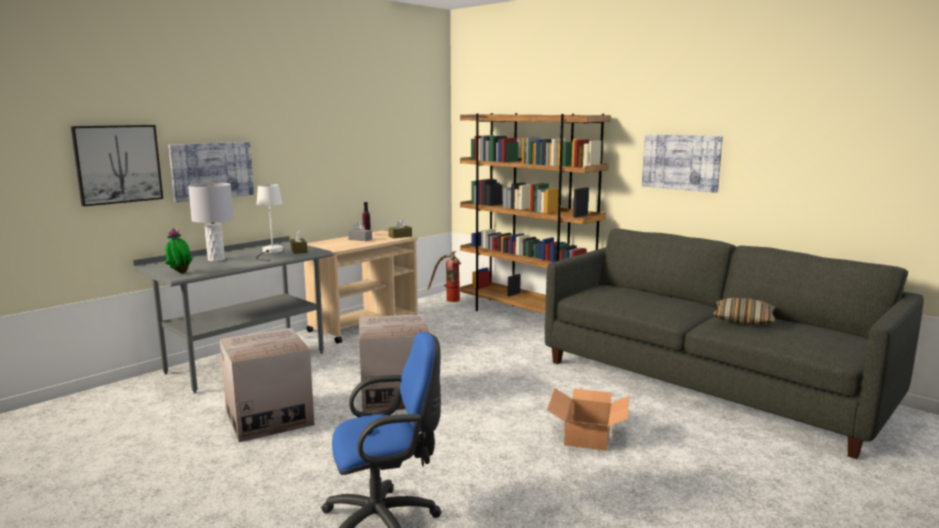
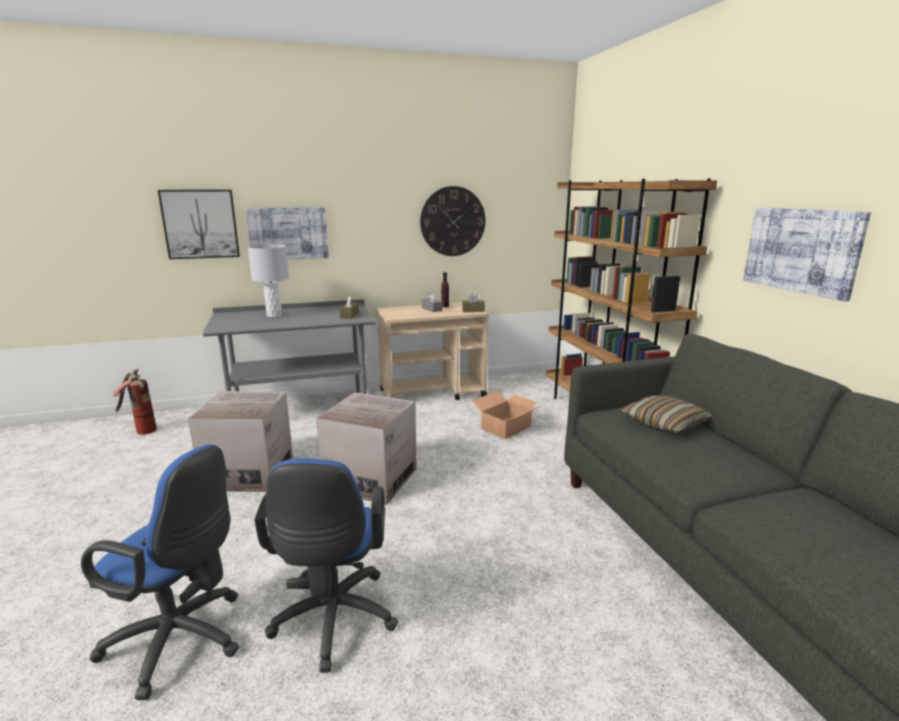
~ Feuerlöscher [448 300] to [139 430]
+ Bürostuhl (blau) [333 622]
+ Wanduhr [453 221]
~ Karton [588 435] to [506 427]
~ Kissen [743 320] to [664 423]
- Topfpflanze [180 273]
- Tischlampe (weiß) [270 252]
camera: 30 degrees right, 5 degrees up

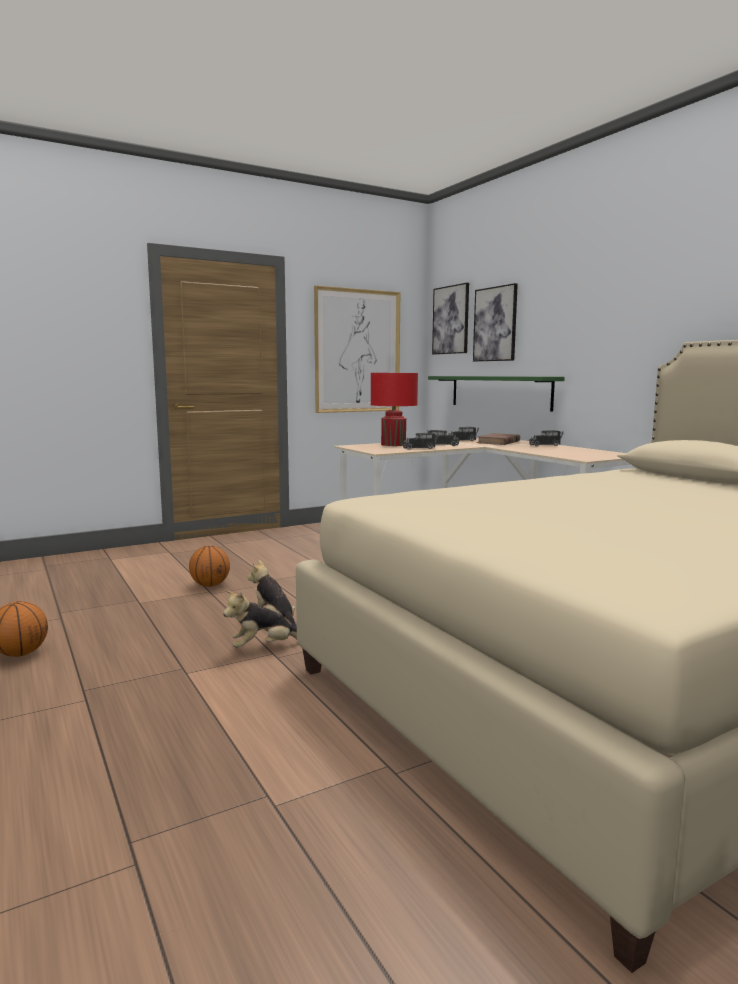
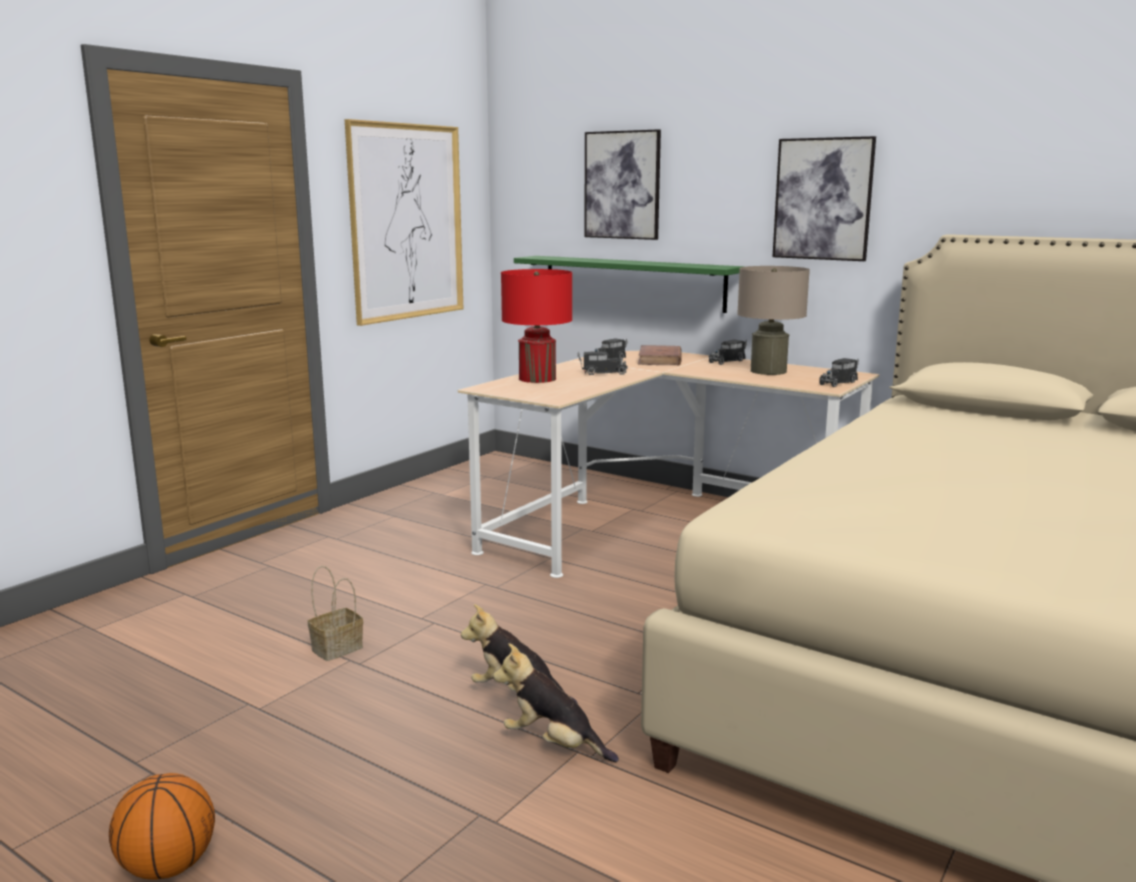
~ Basketball [210 585] to Korb [338 648]
~ Plüschtier [263 647] = [553 744] 75 degrees clockwise
+ Tischlampe (beige) [768 371]
~ Bild [451 320] to [823 199]
~ Spielzeuglaster [420 448] to [838 382]
camera: 25 degrees left, 5 degrees up

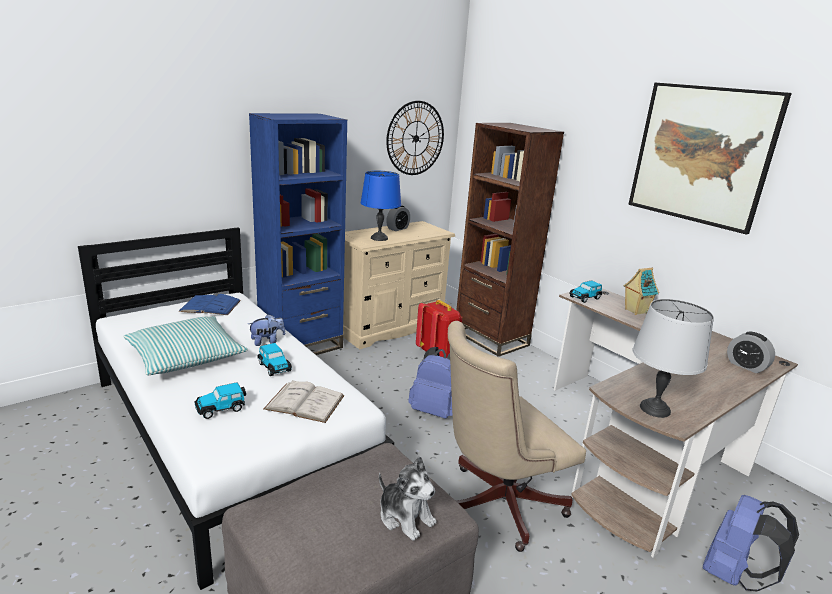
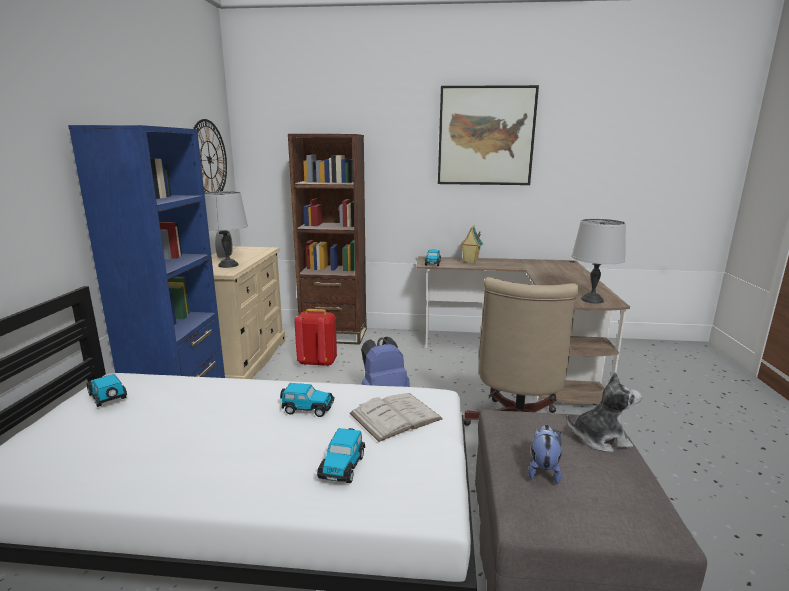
~ Buch (blau) [210 306] to Spielzeugauto [107 397]
~ Tischlampe (blau) [378 238] to Tischlampe (grau) [228 265]
~ Plüschtier [267 341] to [543 470]
- Kissen [185 356]
- Rucksack (blau) [733 575]
- Wecker [746 366]
camera: 45 degrees left, 5 degrees down

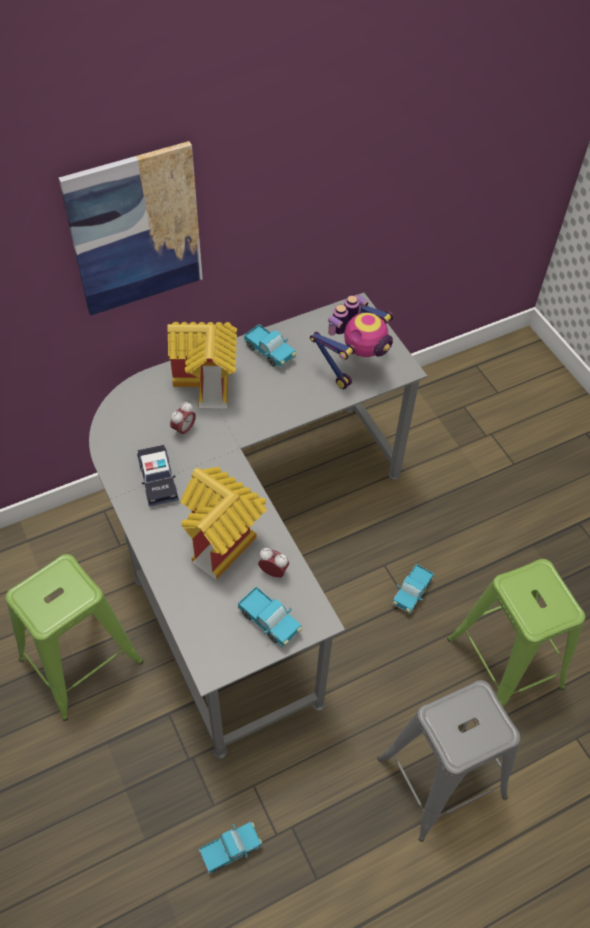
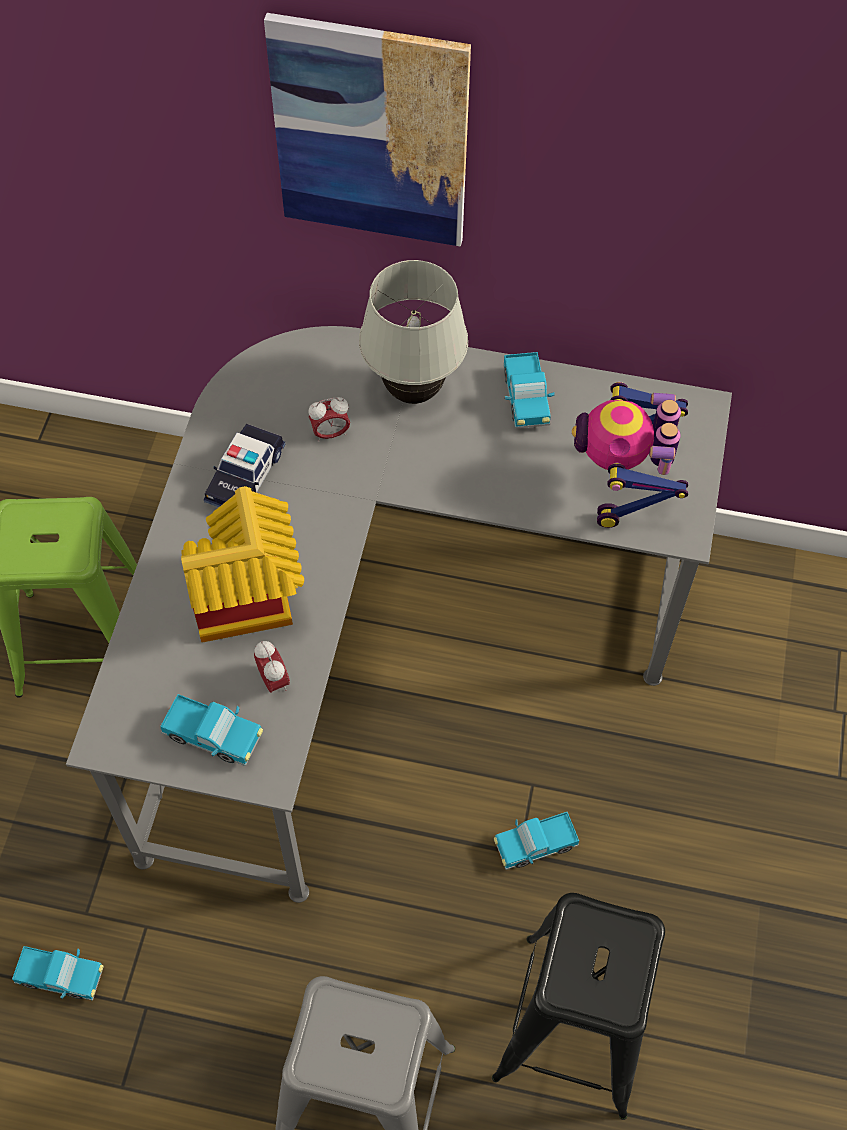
~ Spielzeuglaster [270 622] = [214 737] 60 degrees counterclockwise
~ Spielzeughaus [209 382] to Tischlampe (weiß) [414 392]
~ Hocker (grün) [504 662] to Hocker (schwarz) [576 1023]
~ Spielzeugroboter [354 363] = [624 482] 105 degrees clockwise
camera: 40 degrees right, 5 degrees up

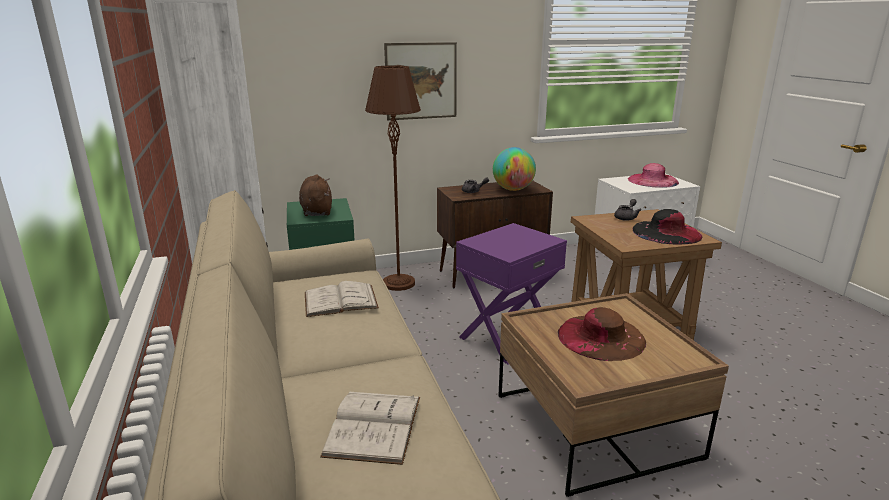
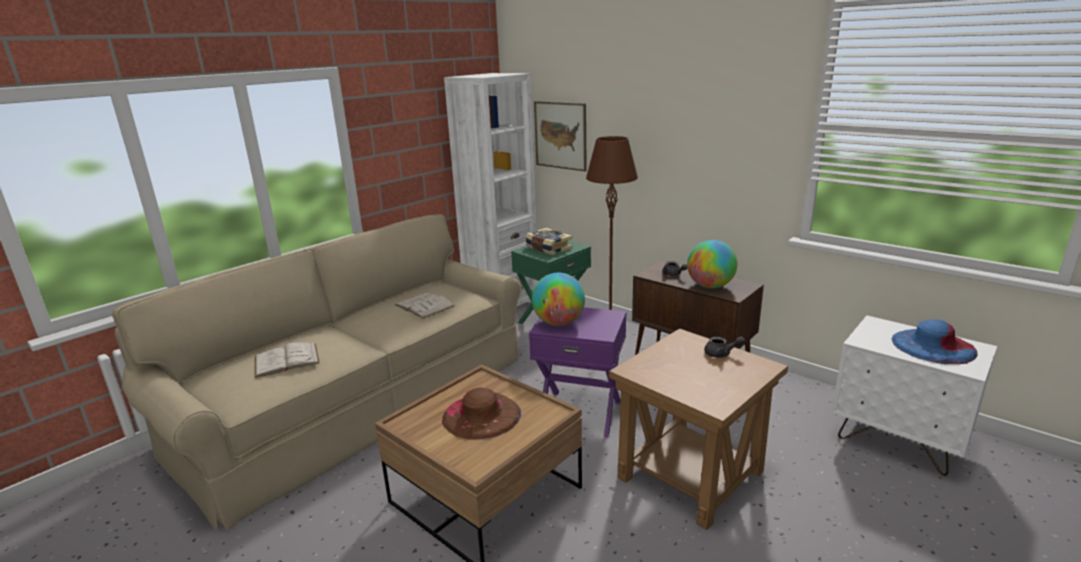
~ Plüschtier (braun) [316 211] to Buch [548 249]
+ Globus [558 323]
~ Bild [421 81] to [560 135]
~ Hut (rosa) [653 180] to Hut (blau) [933 346]
- Hut (schwarz) [666 232]
camera: 60 degrees right, 0 degrees up

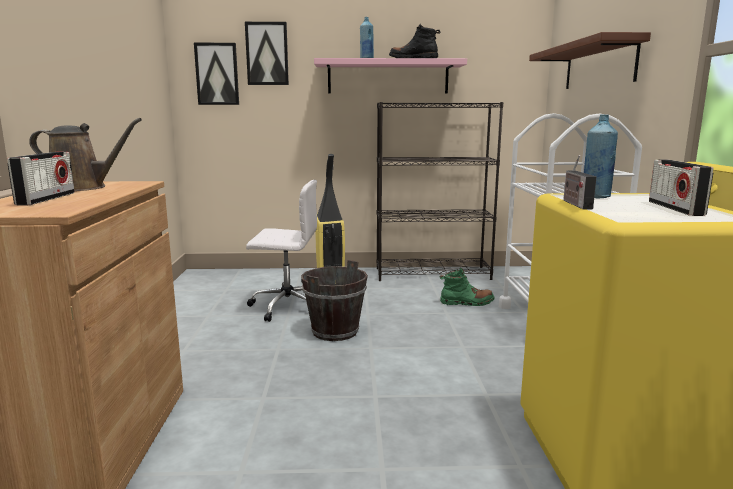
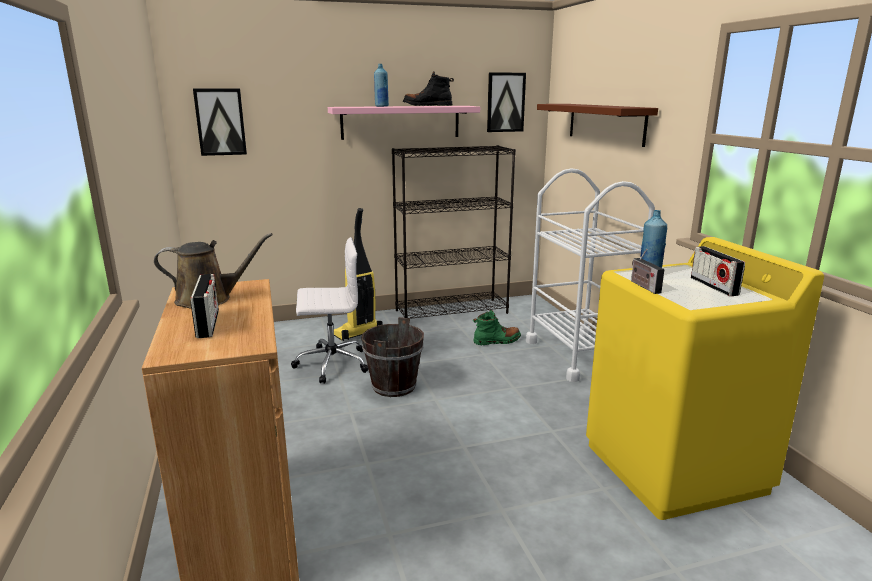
~ Bild [267 54] to [505 102]
camera: 15 degrees left, 5 degrees up

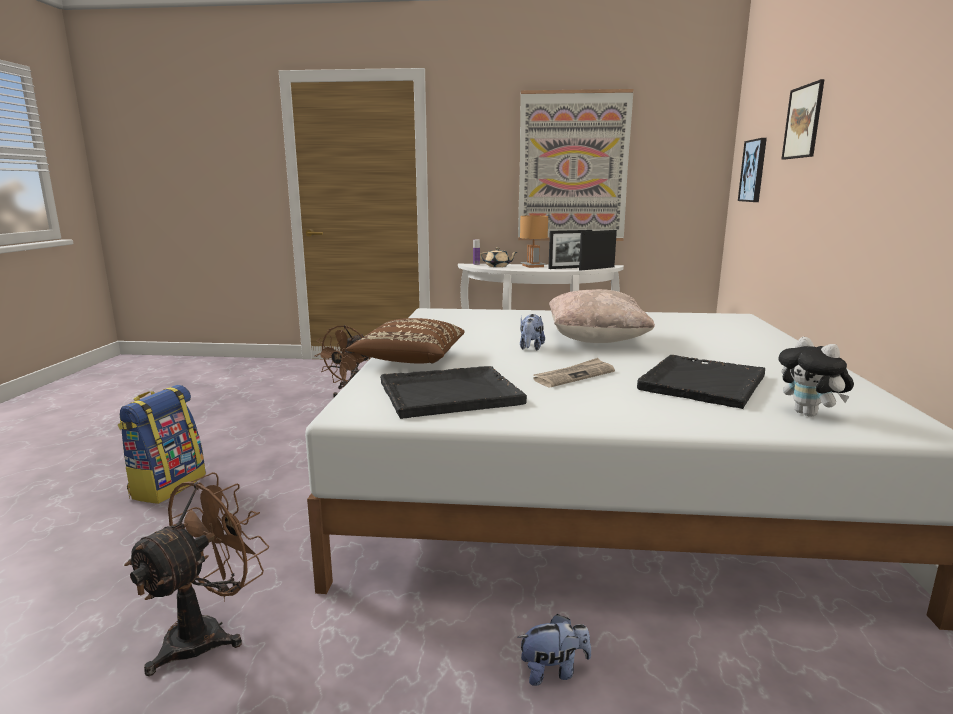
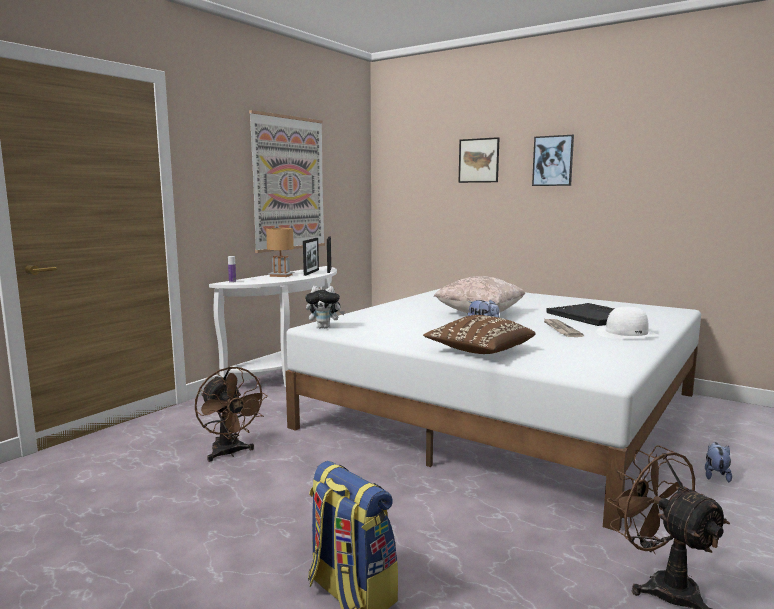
~ Plüschtier [810 414] to [325 327]
~ Bild [753 171] to [553 161]
+ Hut (weiß) [626 333]
- Tablett (schwarz) [448 394]
- Teekanne (beige) [498 266]
camera: 60 degrees left, 5 degrees down

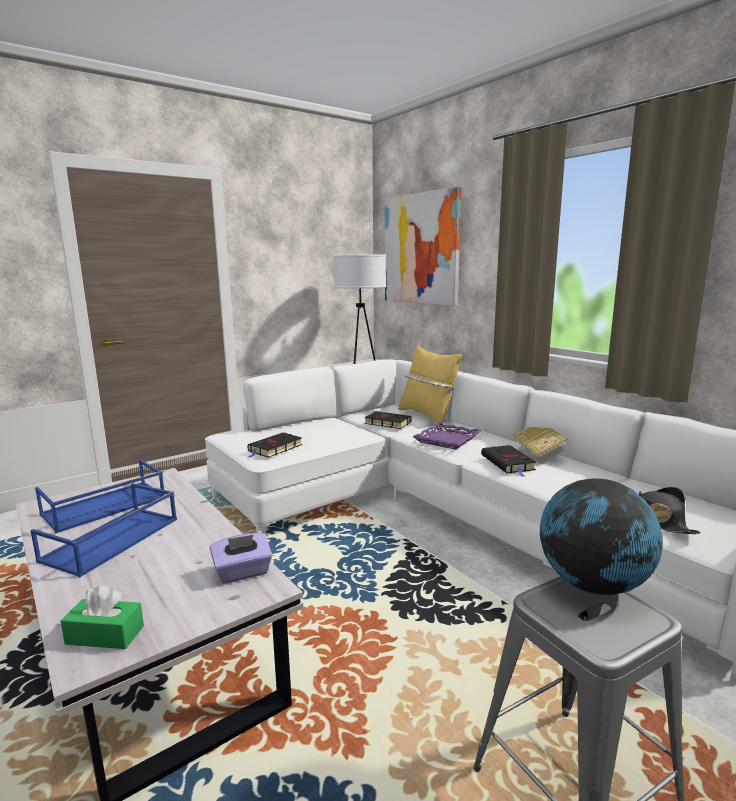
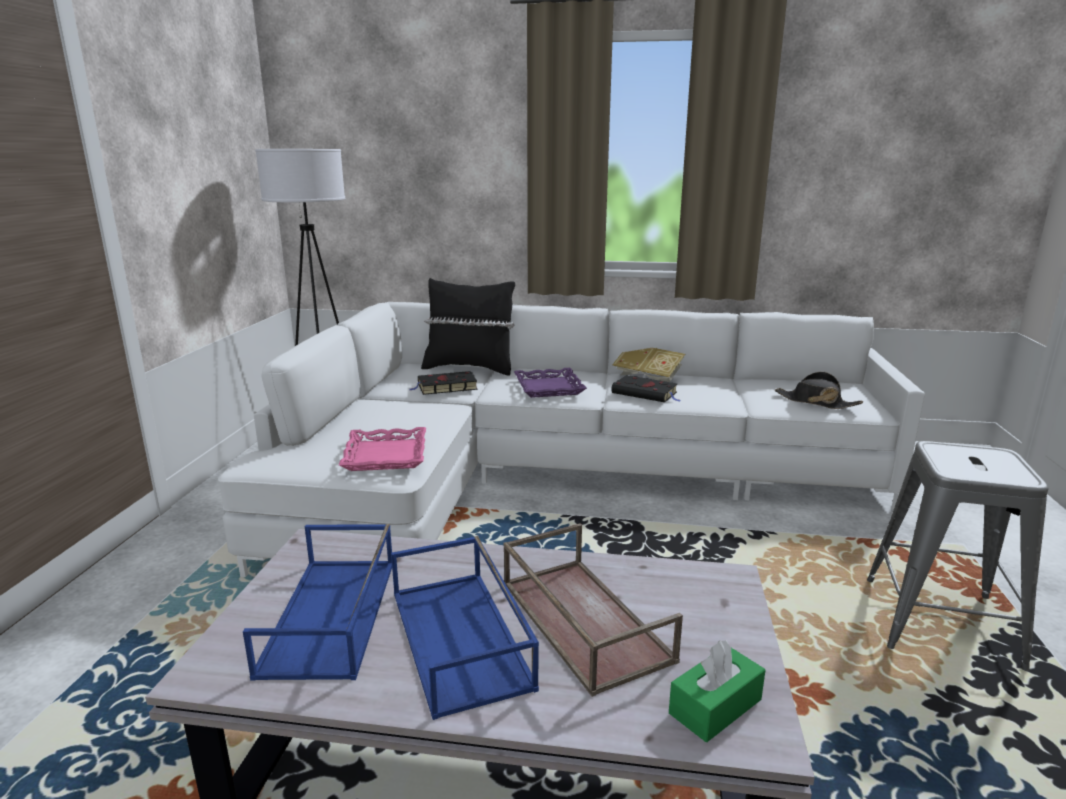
~ Buch (schwarz) [274 448] to Tablett (rosa) [386 455]
~ Kissen (gelb) [427 415] to Kissen (schwarz) [469 368]
+ Tablett (braun) [581 620]
- Taschentuchbox (lila) [243 573]
- Bild [421 249]
- Globus [593 585]
camera: 45 degrees left, 5 degrees up

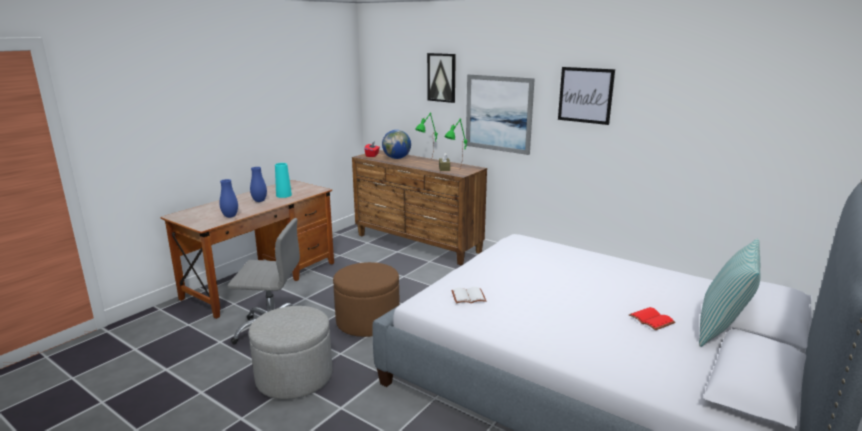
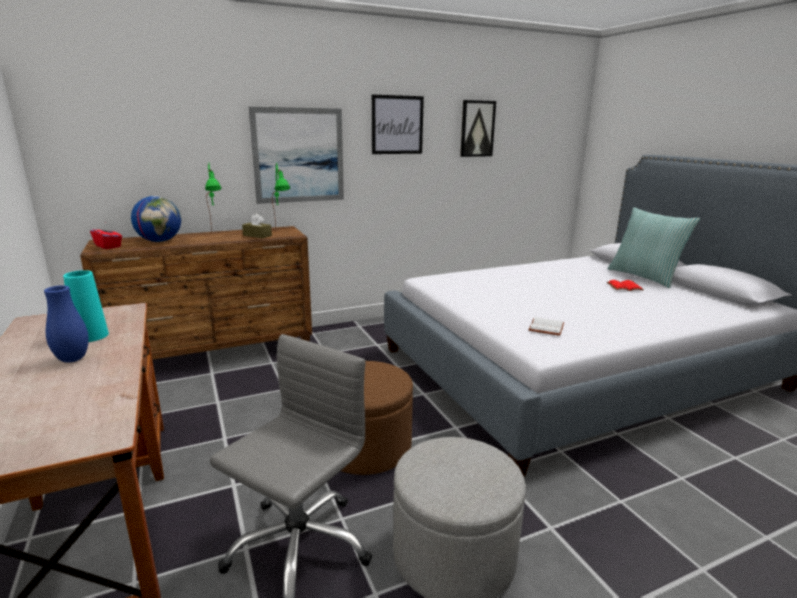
~ Bild [441 77] to [477 128]
- Vase (blau) [230 216]
camera: 60 degrees left, 0 degrees up

